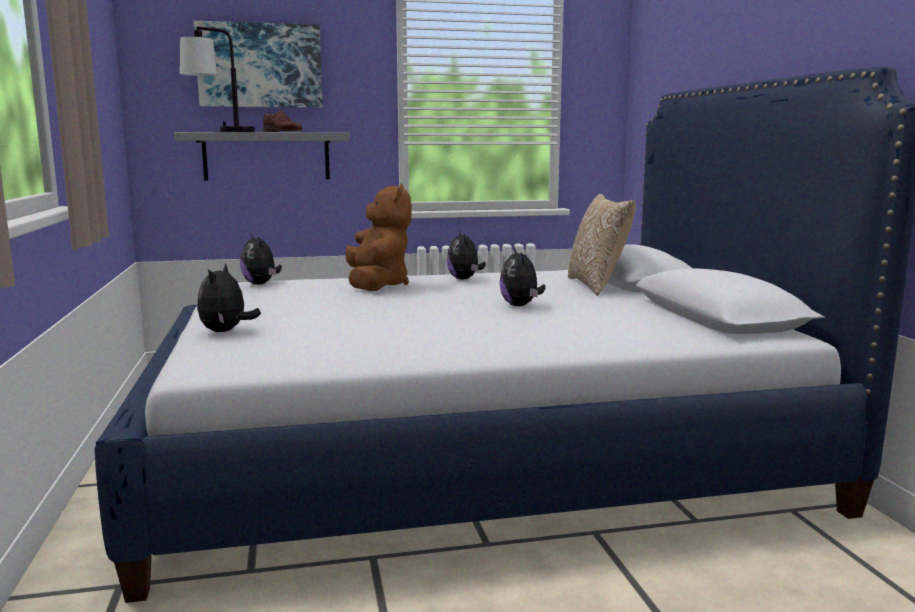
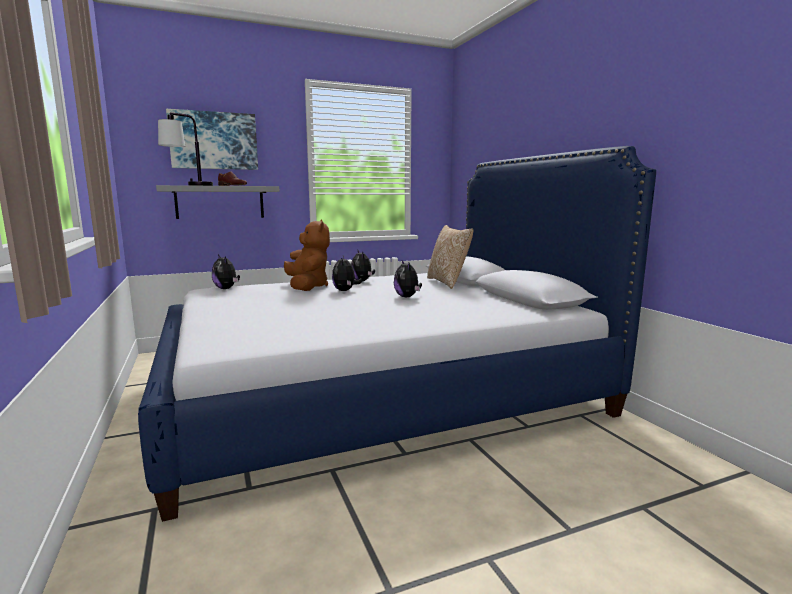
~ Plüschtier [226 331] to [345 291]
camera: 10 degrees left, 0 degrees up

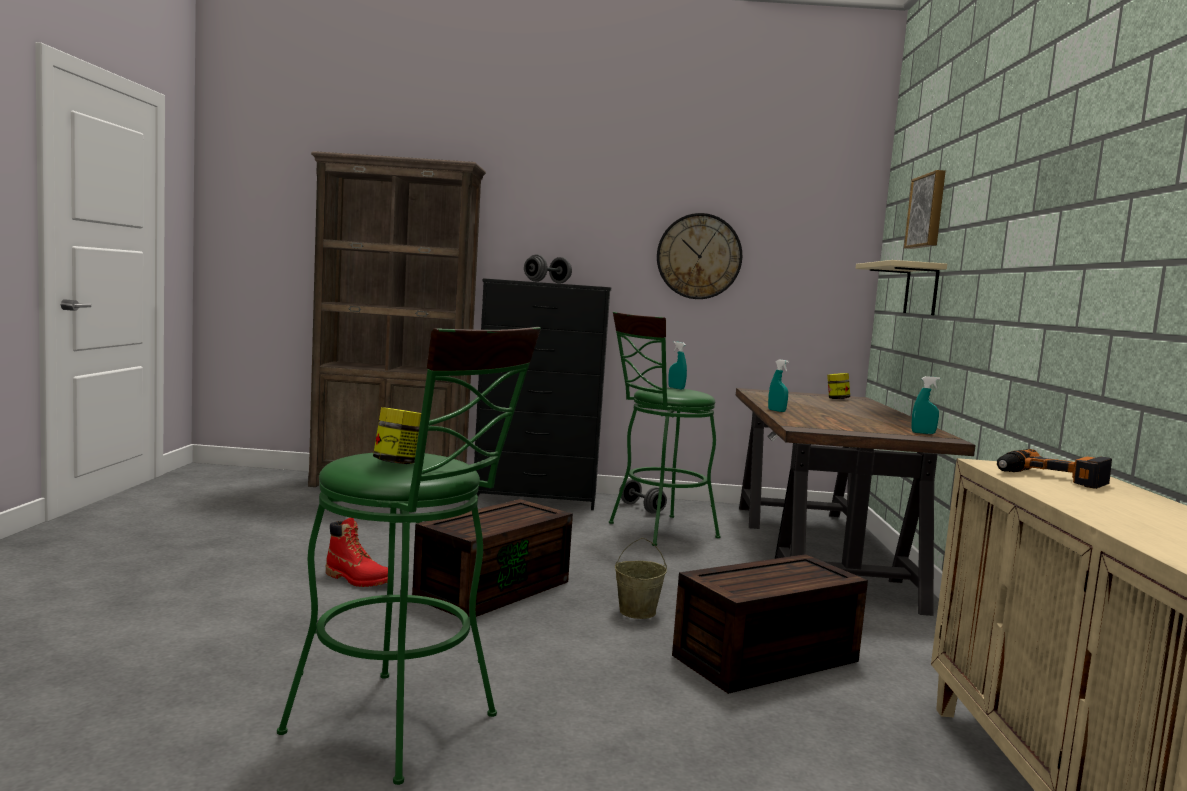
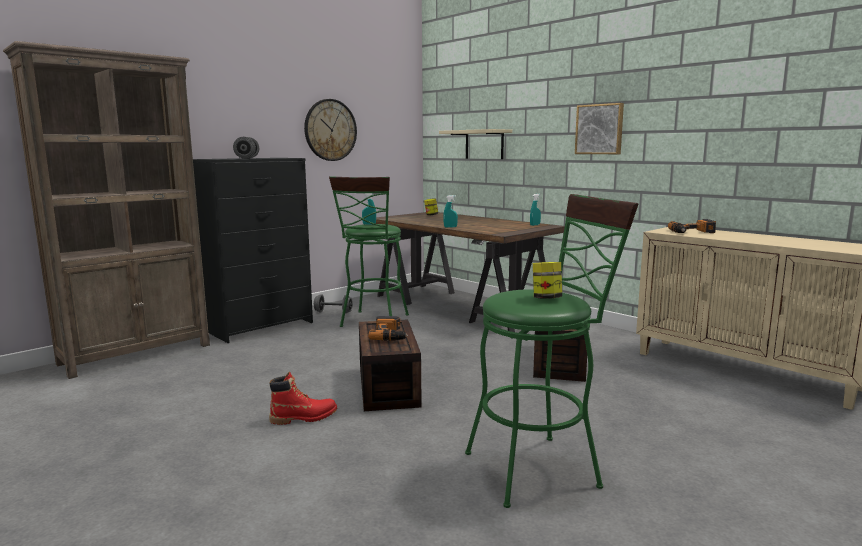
+ Bohrmaschine [390 334]
~ Bild [928 211] to [599 129]
- Eimer (beige) [637 611]
camera: 45 degrees left, 5 degrees up

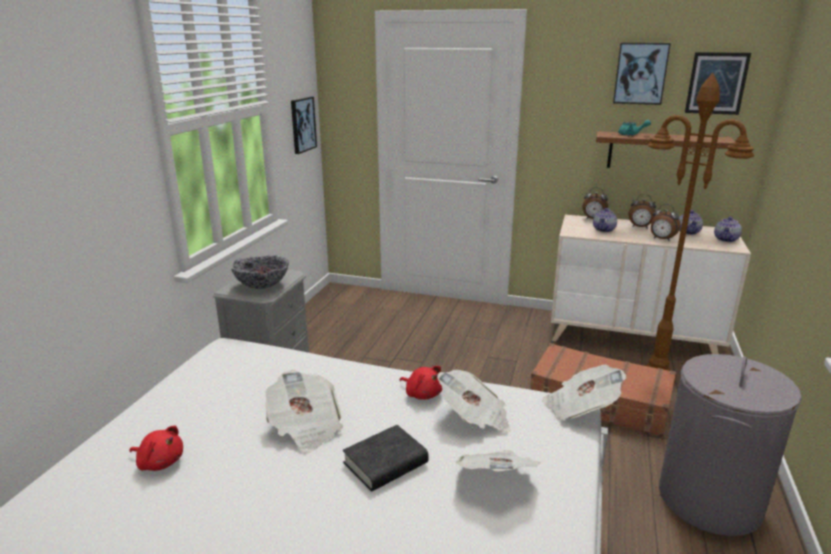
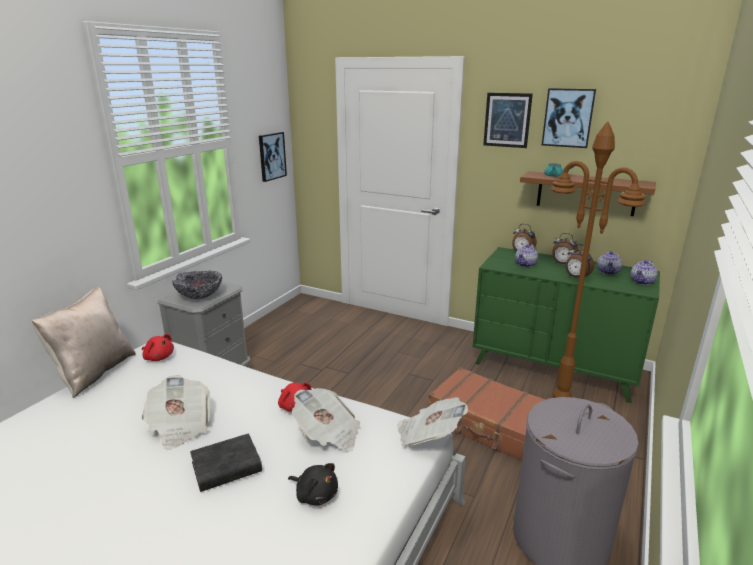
+ Kissen (beige) [94 372]
~ Plüschtier (rot) [160 462] to [158 357]
~ Zeitung [496 479] to Plüschtier (schwarz) [315 494]
~ Kommode (beige) [632 337] to Kommode (grün) [554 367]
~ Bild [716 83] to [507 120]
camera: 10 degrees right, 0 degrees up

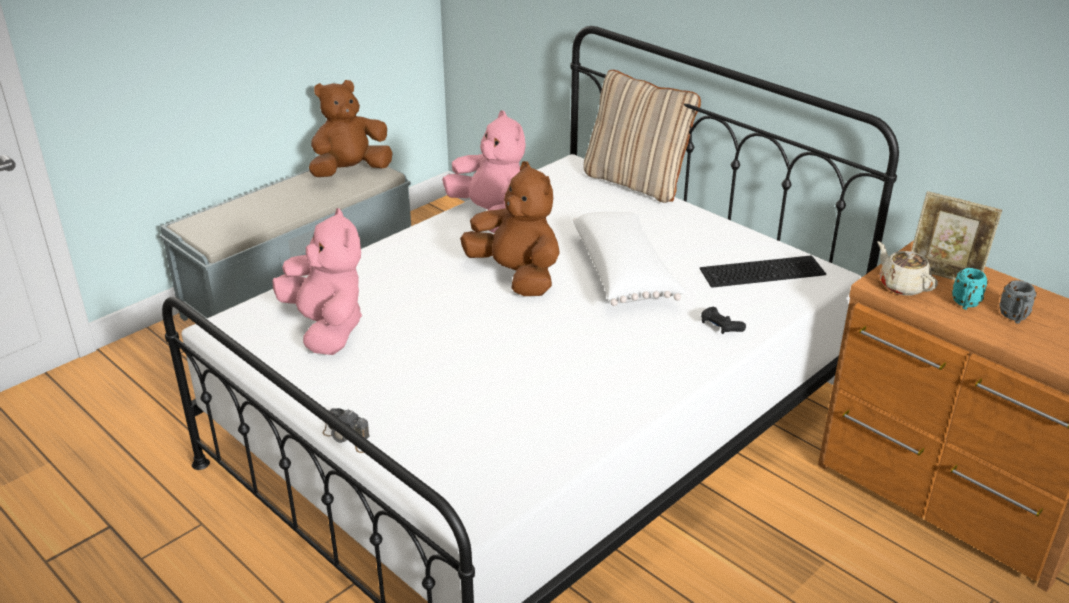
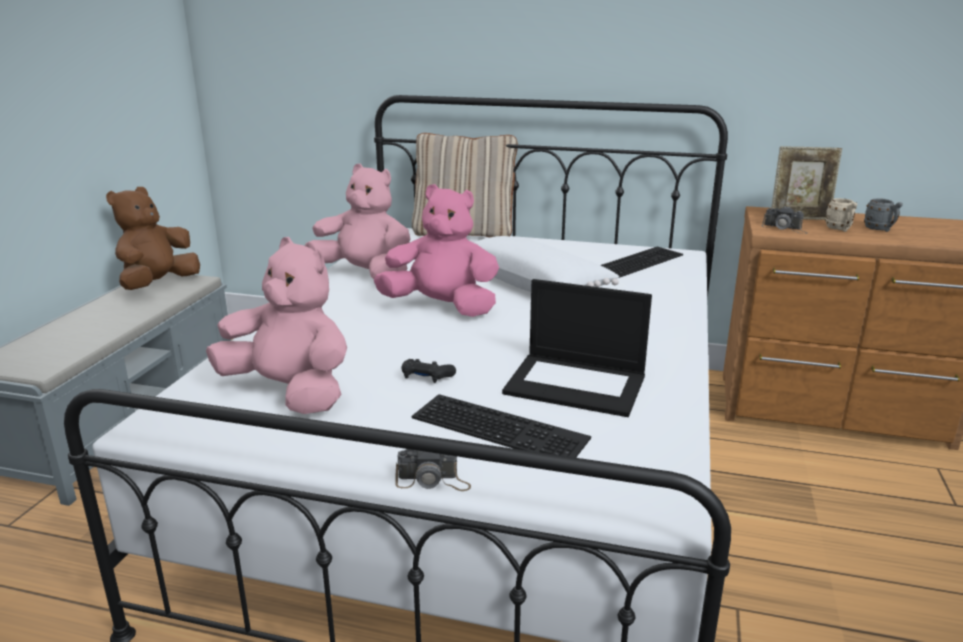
~ Plüschtier (braun) [516 276] to Plüschtier (rosa) [442 307]
~ Gamepad (schwarz) [720 326] to [426 377]
+ Tastatur [502 427]
+ Laptop [577 384]
~ Teekanne (beige) [902 285] to Kamera [785 228]
~ Henkelbecher (türkis) [965 304] to Henkelbecher (beige) [840 229]
camera: 30 degrees left, 10 degrees down

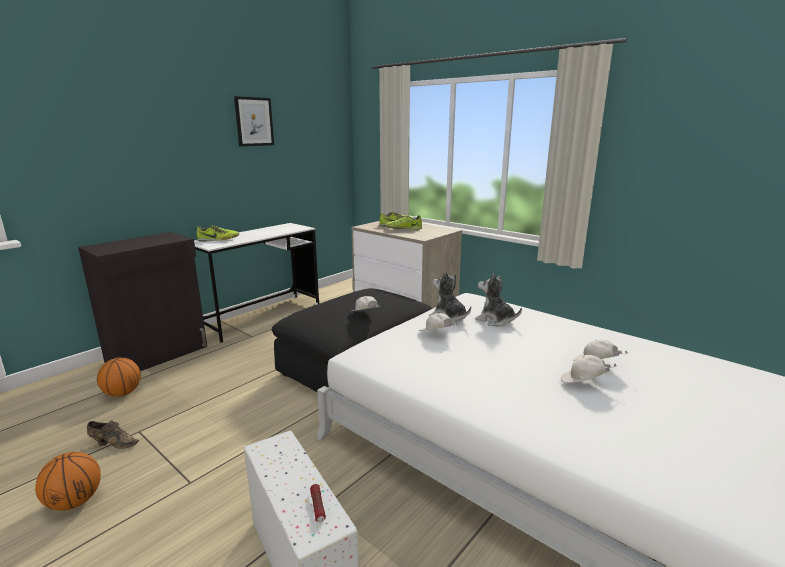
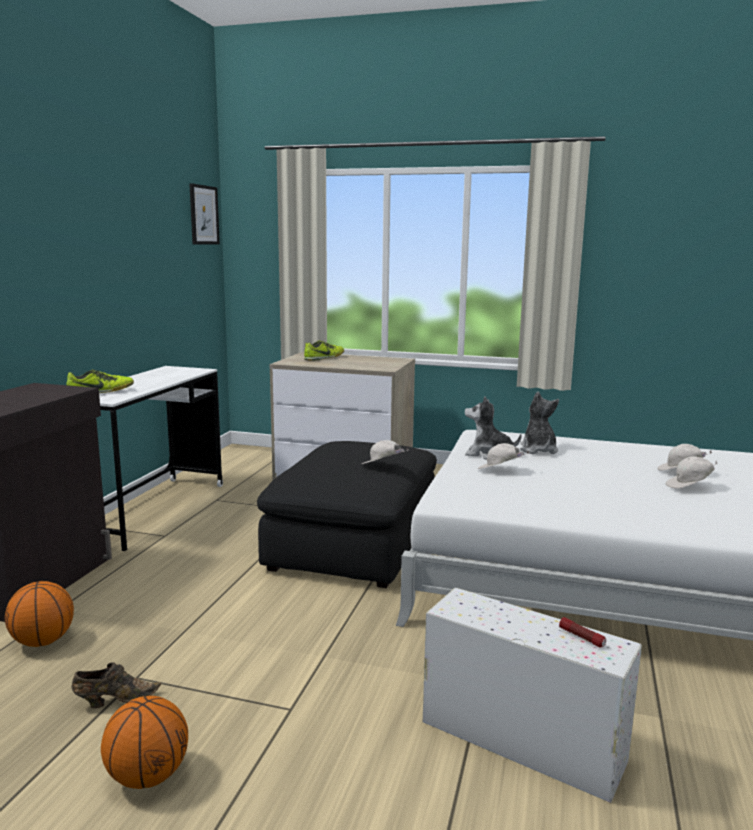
~ Bild [254 121] to [203 215]
~ Plüschtier [495 320] = [538 450] 75 degrees clockwise
- Schuh [403 229]
camera: 25 degrees left, 5 degrees down

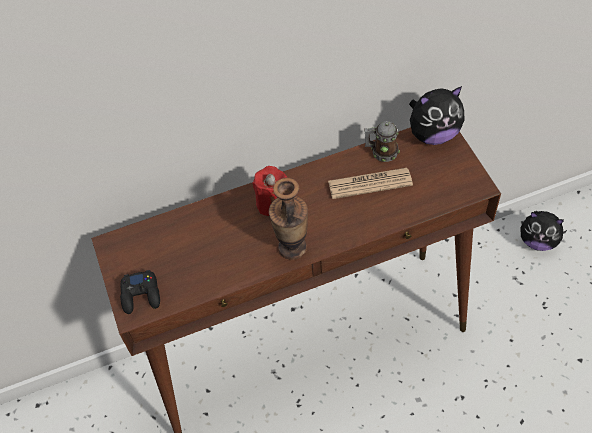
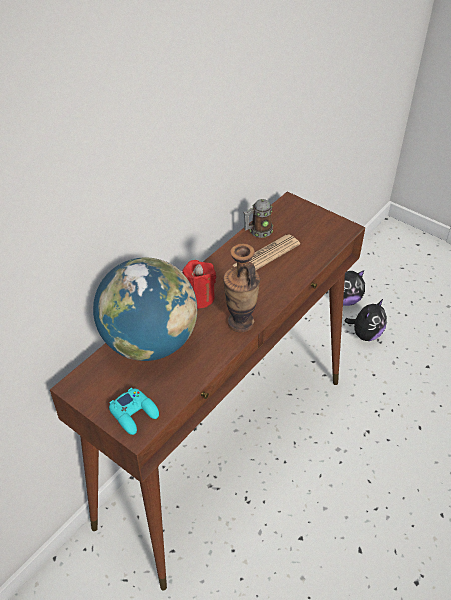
+ Globus [149 342]
~ Gamepad (schwarz) [141 295] to Gamepad (türkis) [134 414]
~ Plüschtier [433 134] to [365 334]
camera: 35 degrees left, 10 degrees down

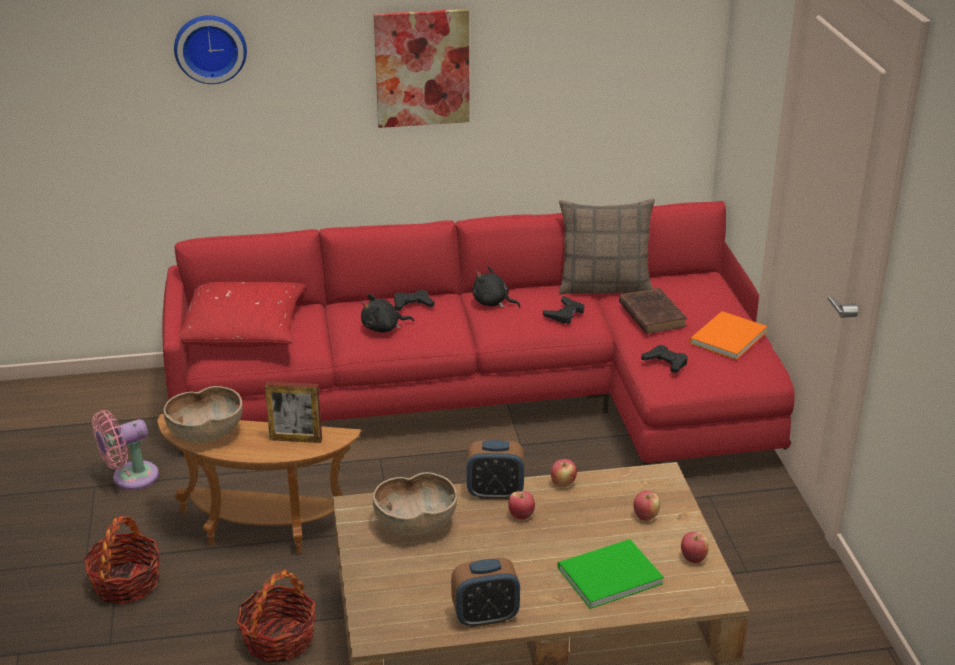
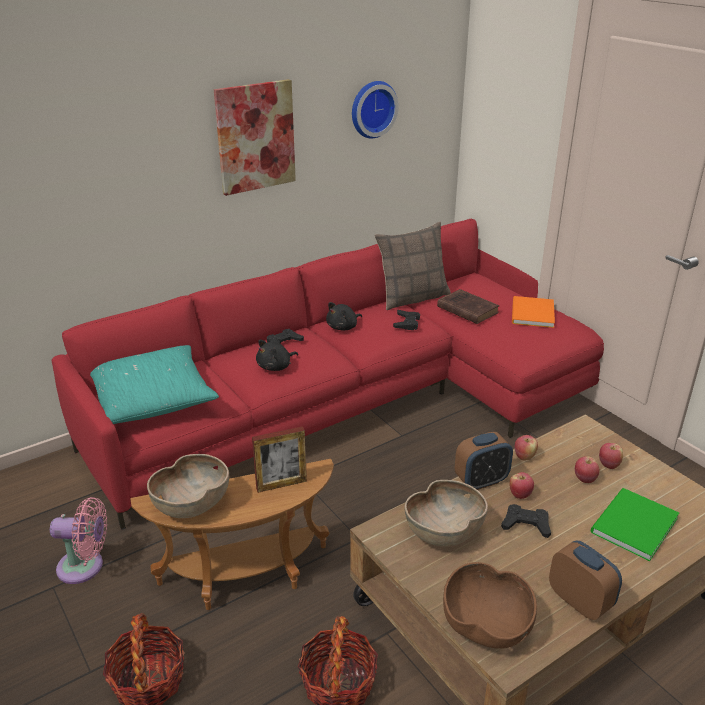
~ Ventilator (rosa) [130 478] = [85 567] 120 degrees counterclockwise
~ Kissen (rot) [242 330] to Kissen (türkis) [152 398]
~ Plüschtier (schwarz) [492 303] = [343 327] 45 degrees counterclockwise
~ Wanduhr [210 47] to [372 109]
+ Schüssel (braun) [486 625]
~ Gamepad (schwarz) [665 362] to [526 524]
~ Wecker [485 616] = [580 601] 90 degrees counterclockwise
~ Apfel [693 558] to [584 479]
camera: 25 degrees left, 0 degrees up

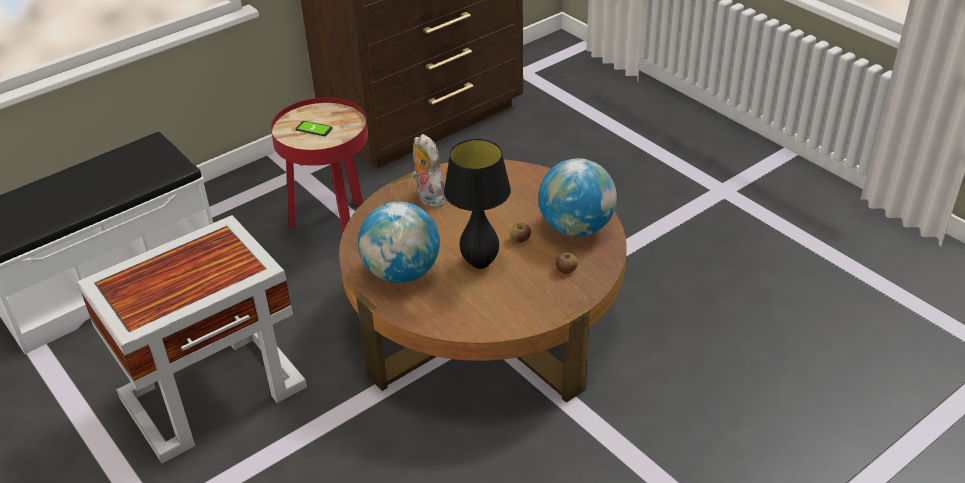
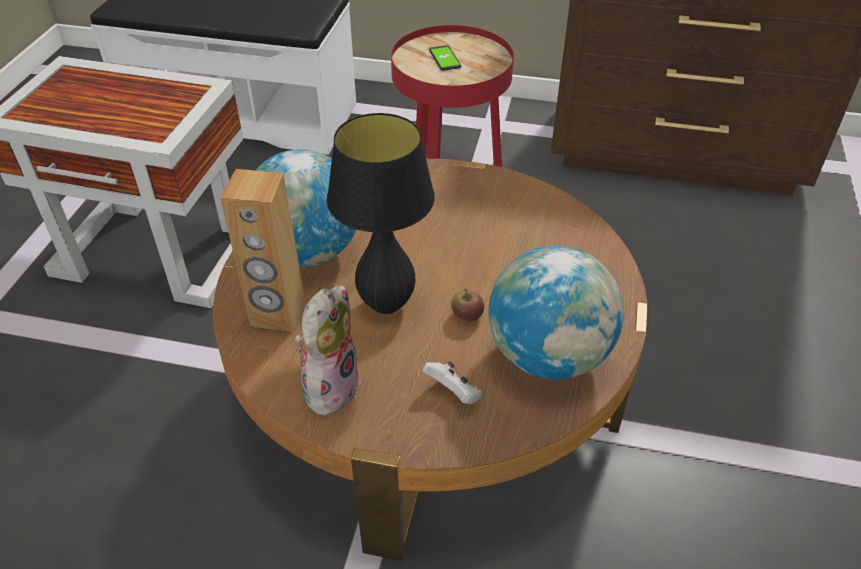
+ Lautsprecher (braun) [278 314]
~ Plüschtier [428 197] to [329 386]
~ Apfel [566 269] to Gamepad (weiß) [454 394]
camera: 50 degrees right, 5 degrees up

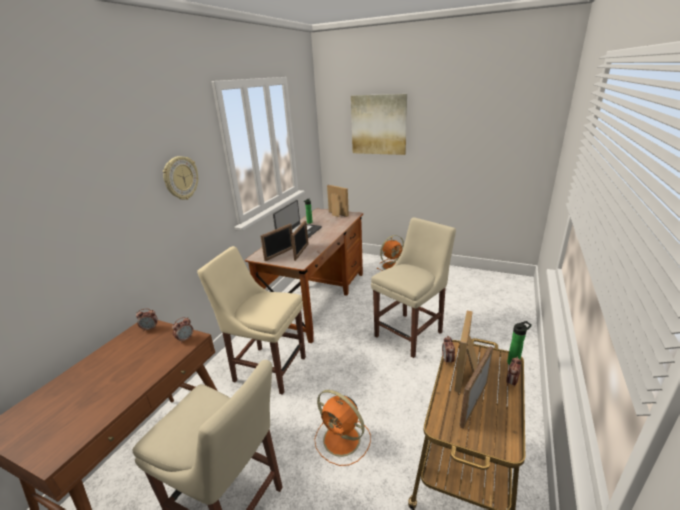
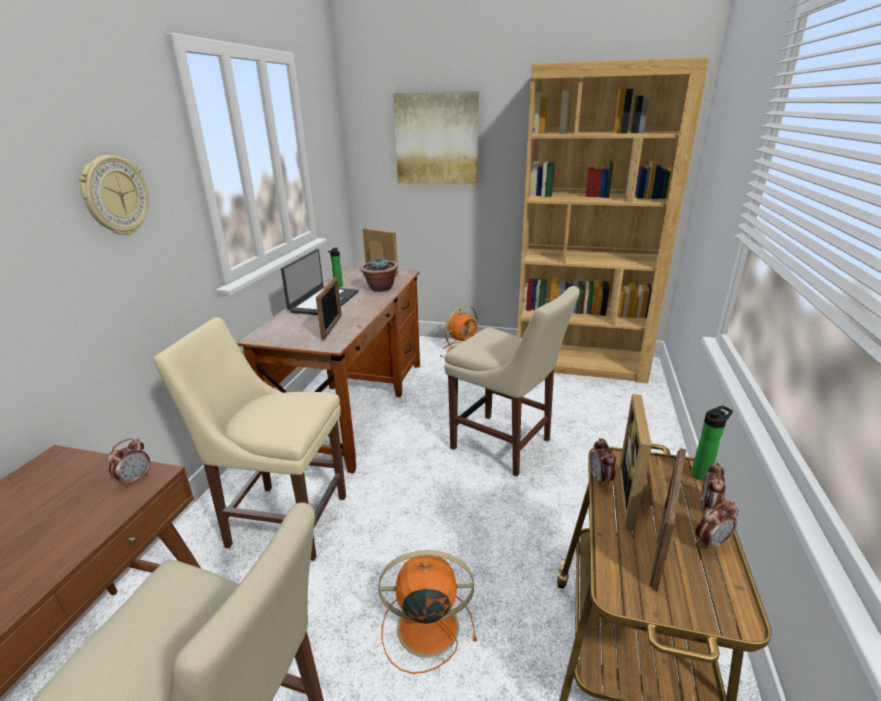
+ Topfpflanze [380 288]
~ Ventilator (orange) [343 440] = [425 627] 150 degrees clockwise
~ Stuhl (beige) [411 333] = [505 446] 90 degrees clockwise
+ Bücherregal (braun) [580 363]
~ Wecker [150 328] to [711 543]
- Bilderrahmen [280 254]
camera: 10 degrees left, 0 degrees up

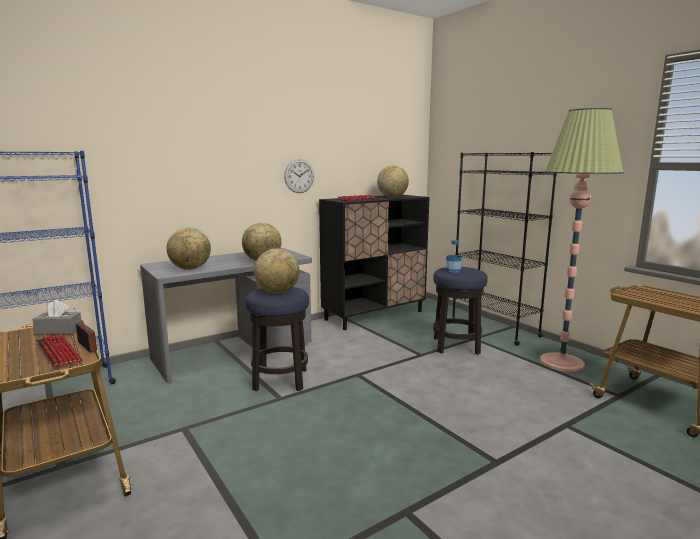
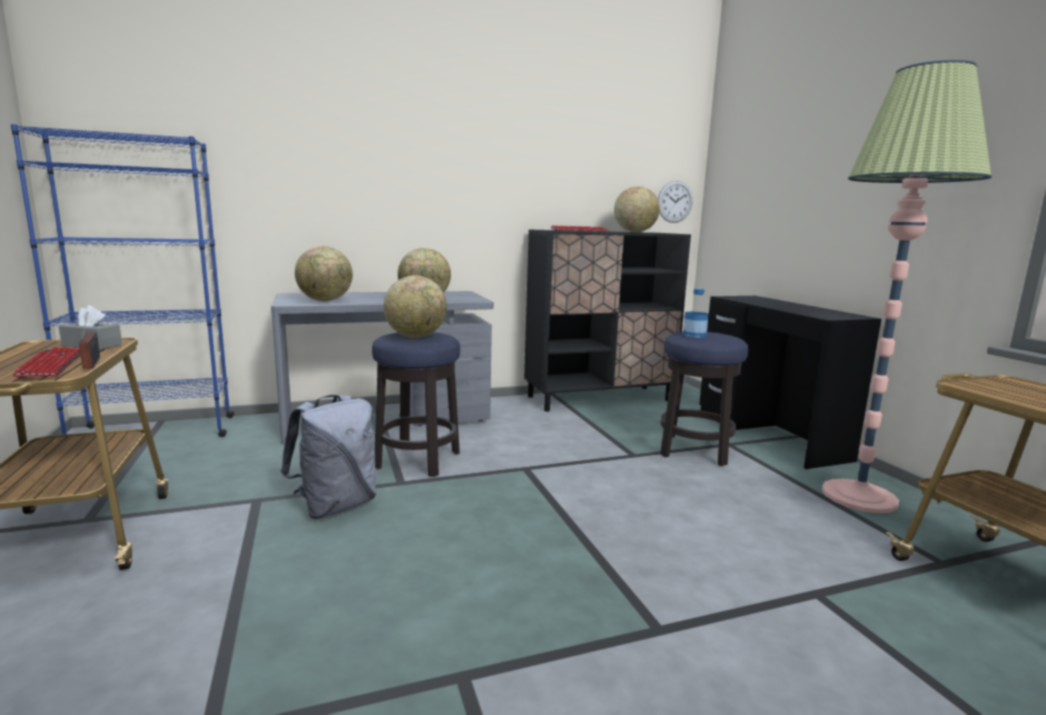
+ Rucksack (grau) [335 506]
~ Wanduhr [299 176] to [674 202]
~ Bücherregal (schwarz) [494 328] to Schreibtisch (schwarz) [770 435]
camera: 15 degrees right, 0 degrees up

